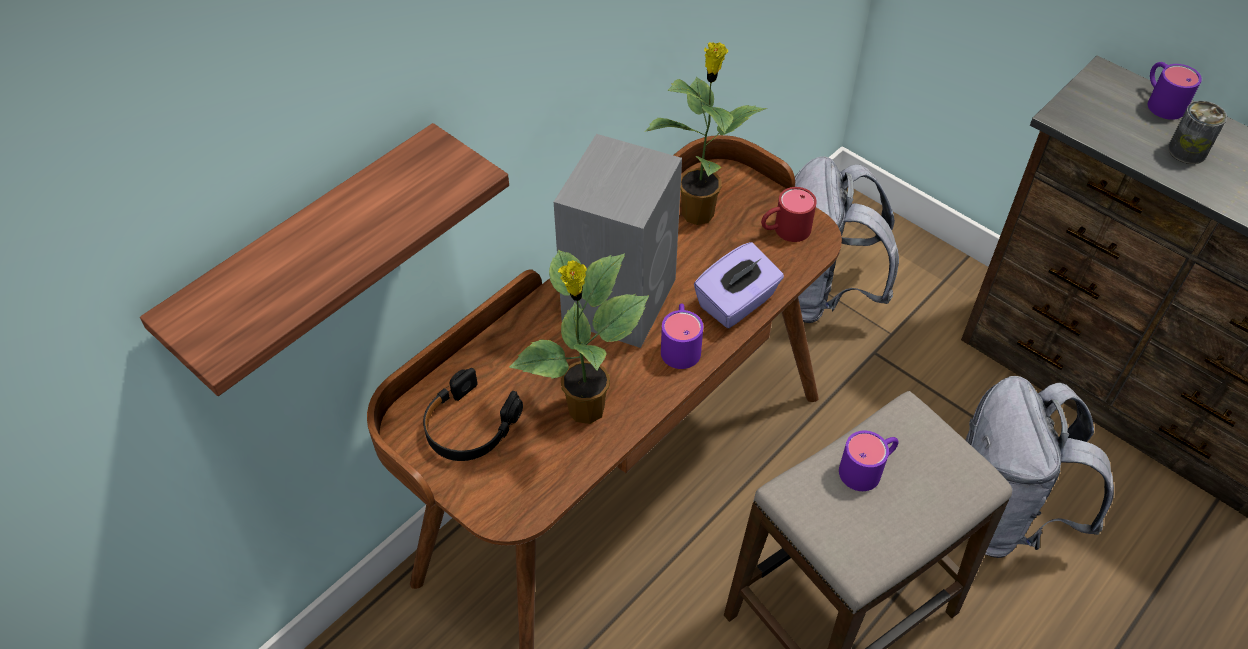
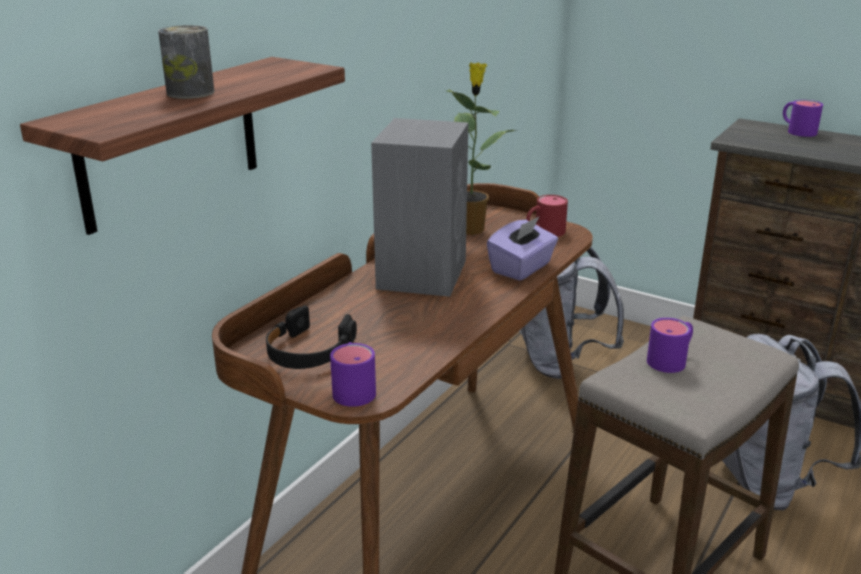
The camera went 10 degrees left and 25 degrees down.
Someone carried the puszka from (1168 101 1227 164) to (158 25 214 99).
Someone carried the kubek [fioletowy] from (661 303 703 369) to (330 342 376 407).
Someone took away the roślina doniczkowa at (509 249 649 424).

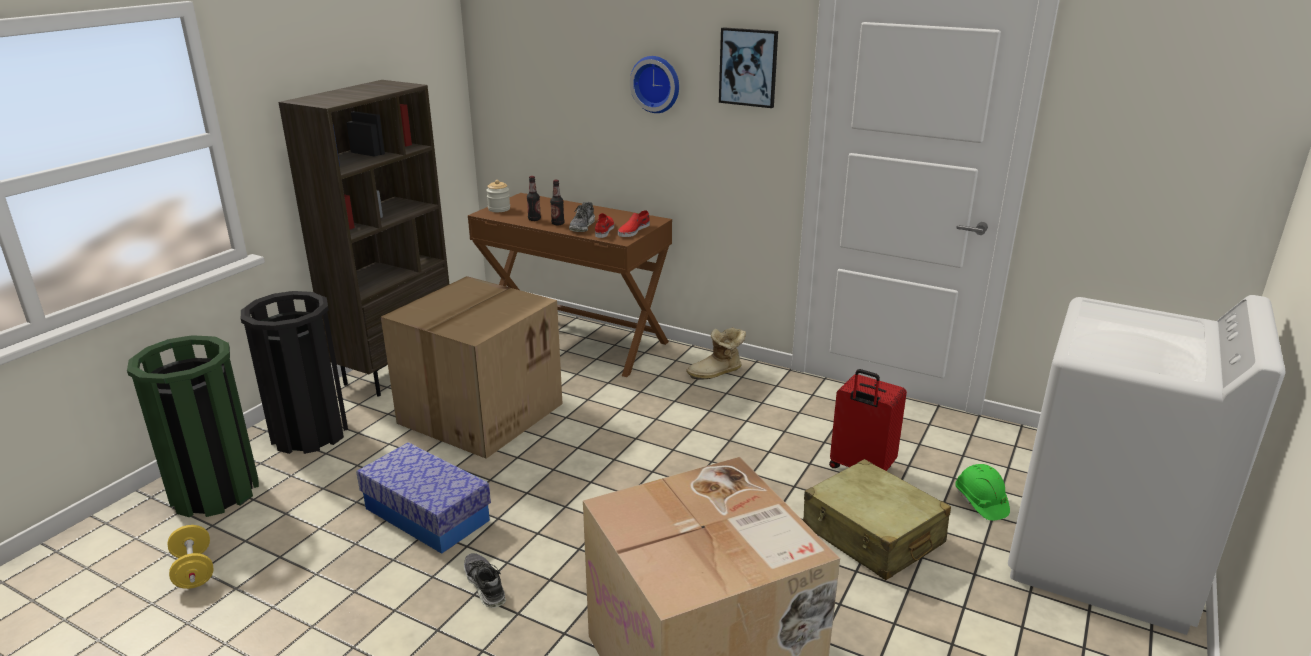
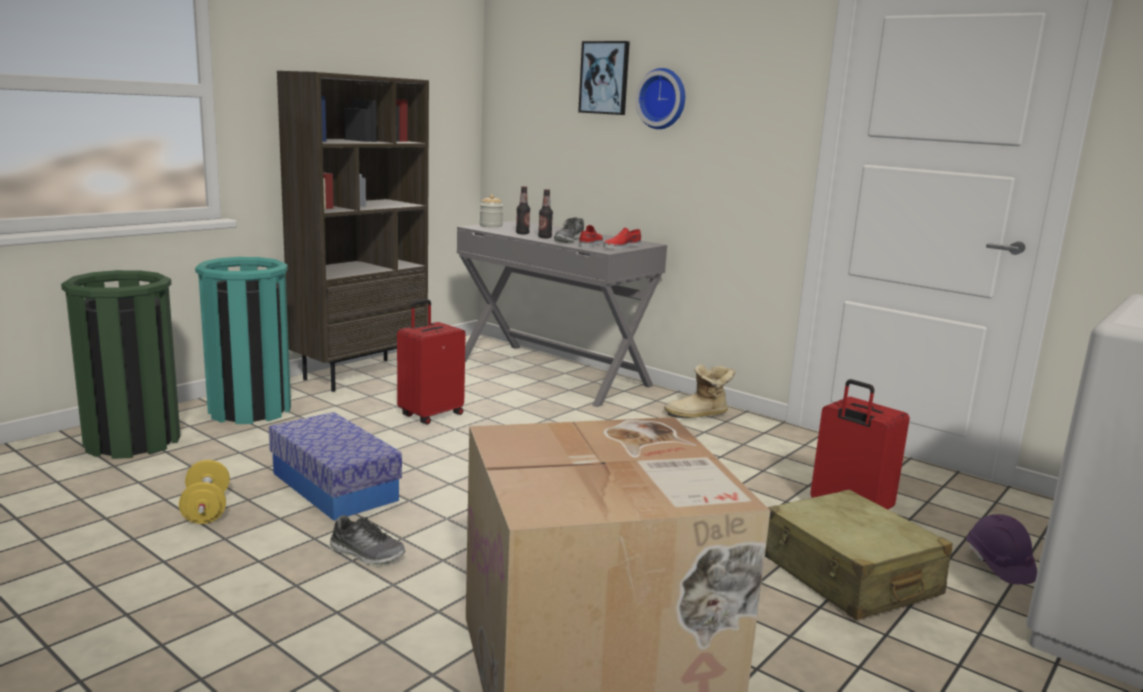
The camera went 10 degrees right and 10 degrees down.
Someone carried the hantel [żółty] from (168 525 214 589) to (179 460 230 524).
Someone repainted the kosz na śmieci [czarny] at (241 291 348 454), which became the kosz na śmieci [turkusowy] at (195 257 291 424).
Someone rotated the but at (464 553 506 608) by 135 degrees clockwise.
Someone swapped the karton at (381 276 563 459) for the walizka [czerwony] at (397 299 465 425).
Someone repainted the biurko [brązowy] at (468 193 672 377), which became the biurko [szary] at (457 221 667 407).
Someone carried the obraz from (719 27 778 108) to (578 41 630 115).
Someone repainted the kask [zielony] at (955 464 1010 521), which became the kask [fioletowy] at (966 514 1037 584).

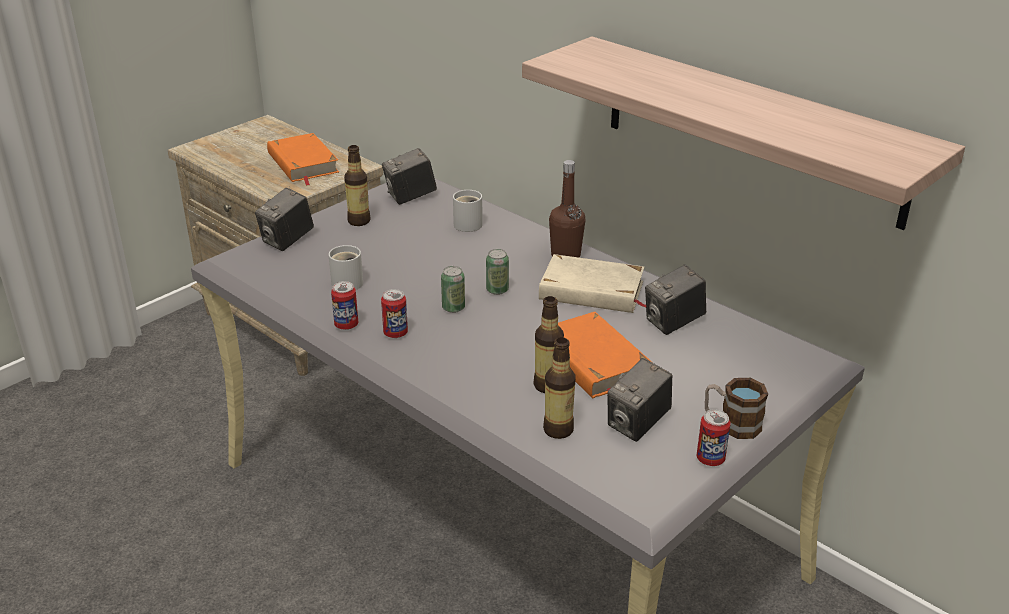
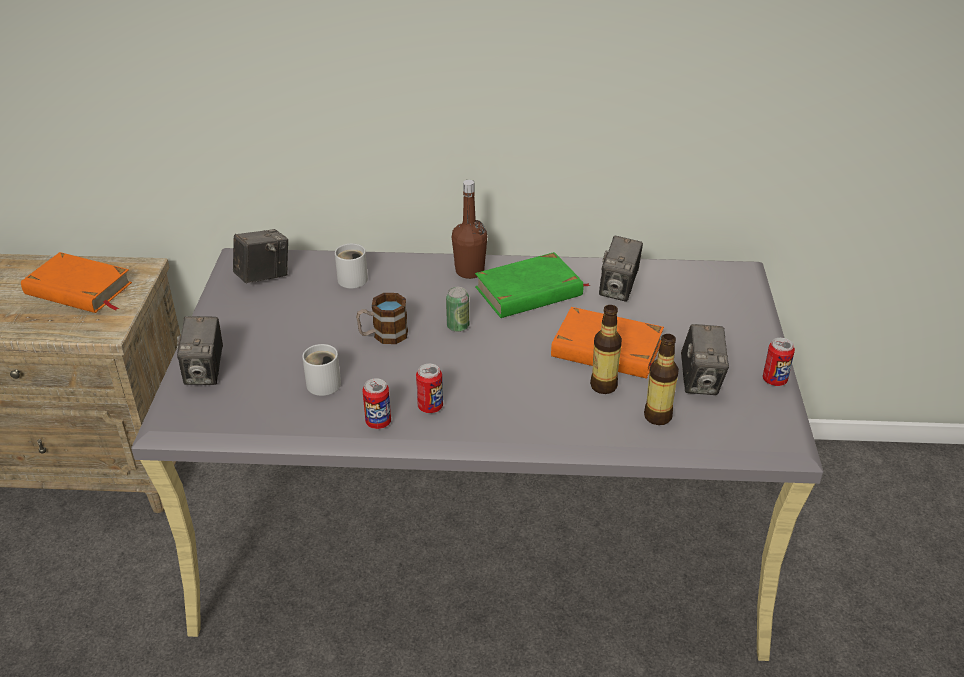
The camera went 40 degrees left and 5 degrees up.
Someone rotated the aparat fotograficzny at (382 148 437 205) by 150 degrees counterclockwise.
Someone carried the kubek from (705 378 768 439) to (356 293 408 344).
Someone repainted the książka [beżowy] at (539 254 646 313), which became the książka [zielony] at (475 252 590 318).
Someone took away the butelka at (344 145 371 226).
Someone took away the puszka at (441 266 465 313).
Someone took away the półka at (522 36 965 230).

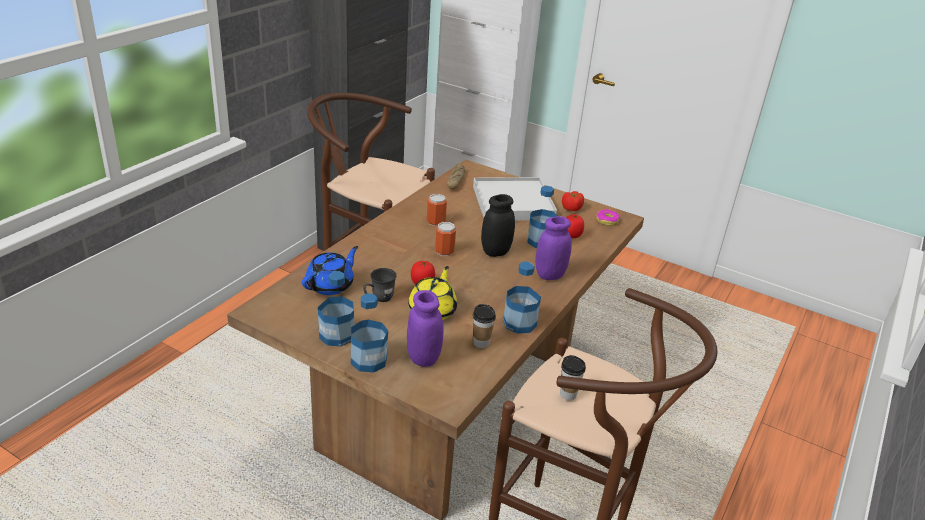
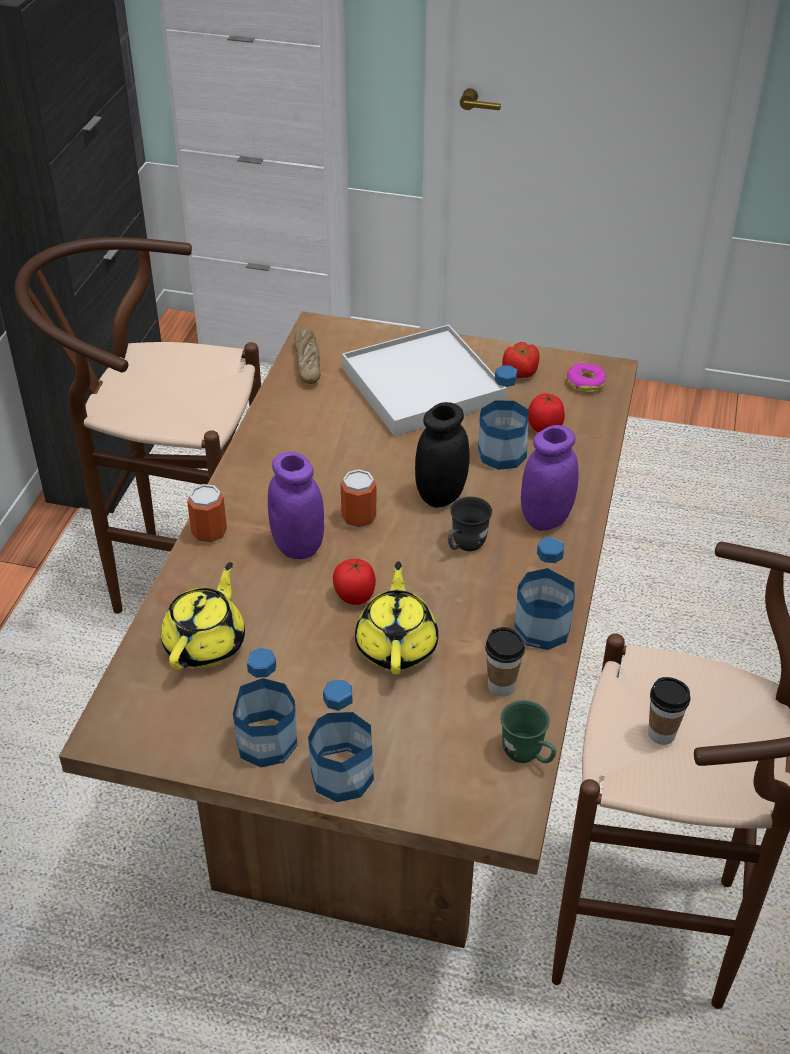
The camera went 15 degrees left and 10 degrees up.
Someone repainted the imbryk [niebieski] at (302 246 358 295), which became the imbryk [żółty] at (161 562 245 670).
Someone carried the puszka from (427 194 447 226) to (187 484 227 543).
Someone carried the słoik [fioletowy] from (407 290 444 367) to (268 452 324 559).
Someone carried the kubek [szary] from (363 268 397 302) to (448 497 492 551).
Someone put down the kubek [zielony] at (500 700 556 763).

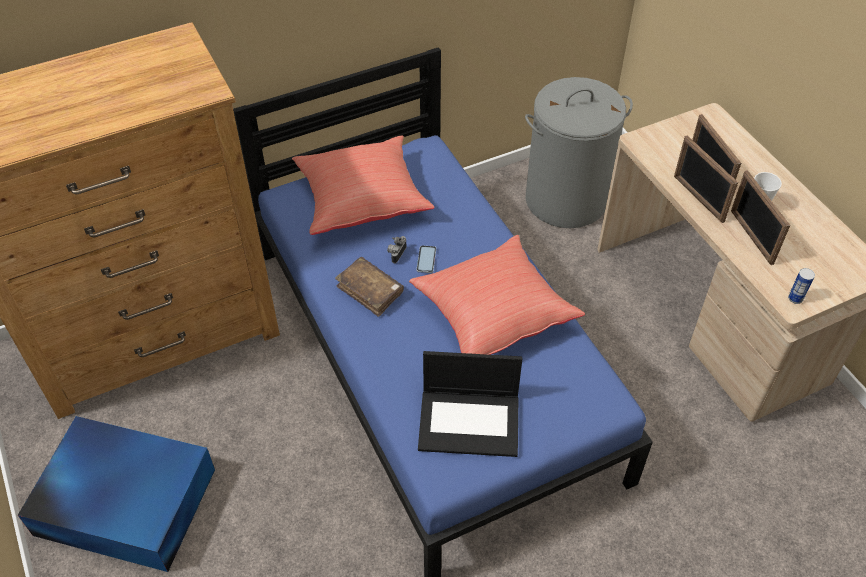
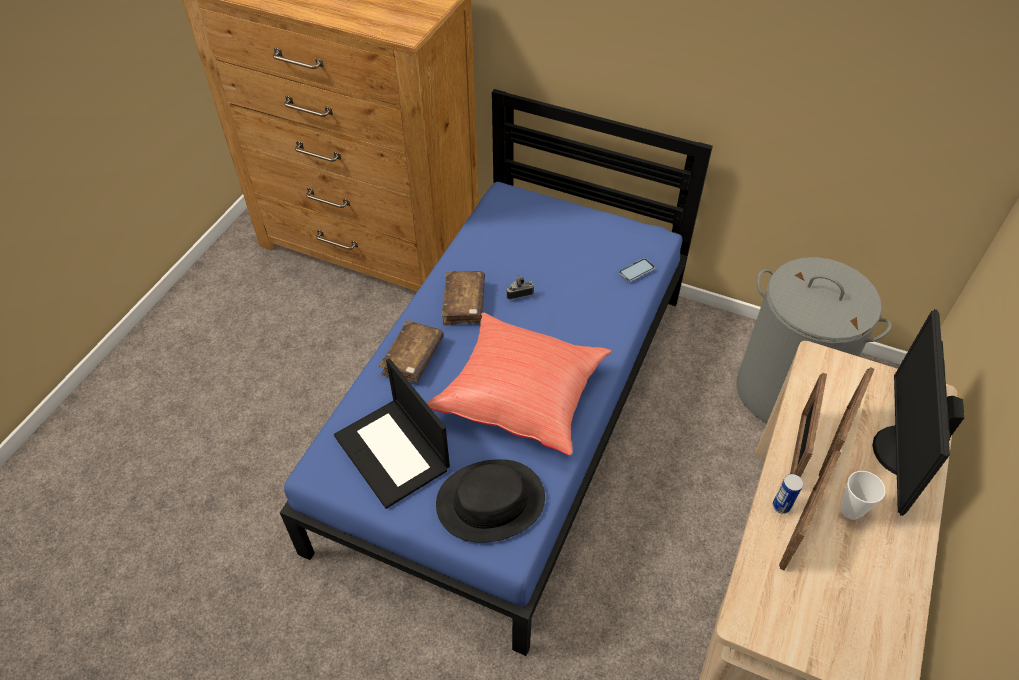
The camera went 50 degrees right and 0 degrees up.
Someone put down the książka [brązowy] at (379 320 444 383).
Someone put down the kapelusz [czarny] at (436 459 545 543).
Someone carried the telefon from (416 245 436 273) to (619 258 655 282).
Someone carried the puszka from (788 268 815 304) to (773 474 803 514).
Someone put down the monitor at (872 309 965 516).
Someone took away the pojemnik do przechowywania [niebieski] at (18 416 215 572).
Someone took away the poduszka [czerwony] at (292 135 435 235).

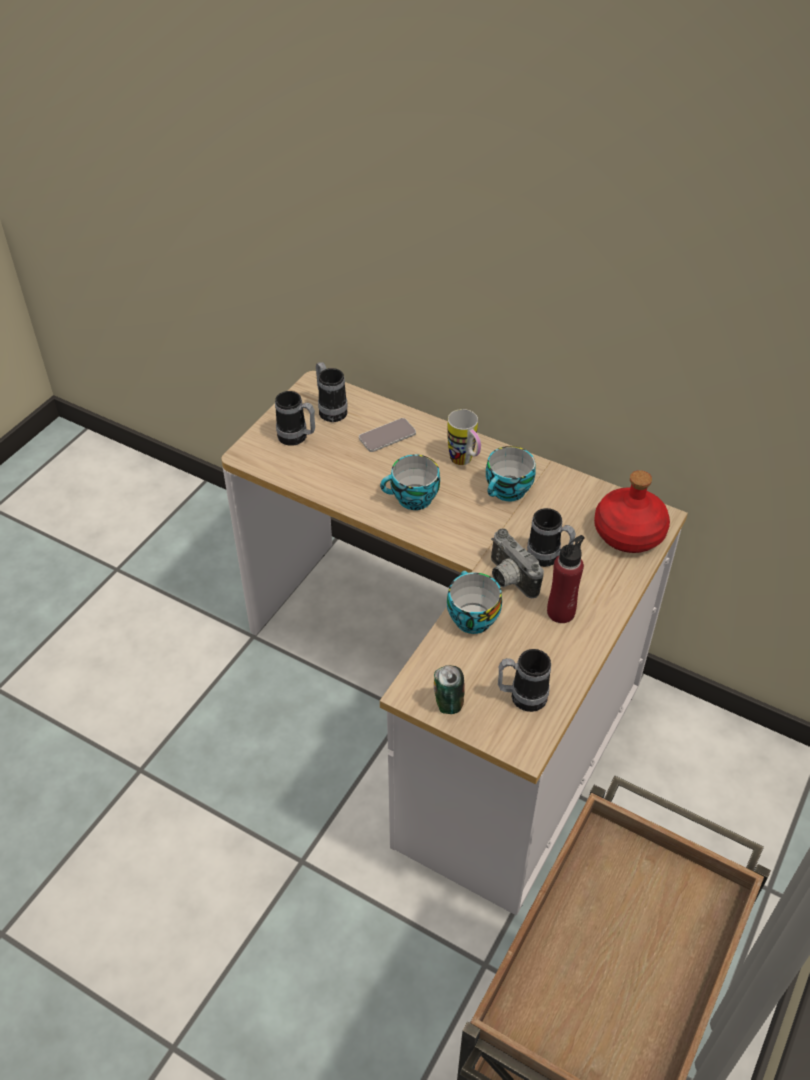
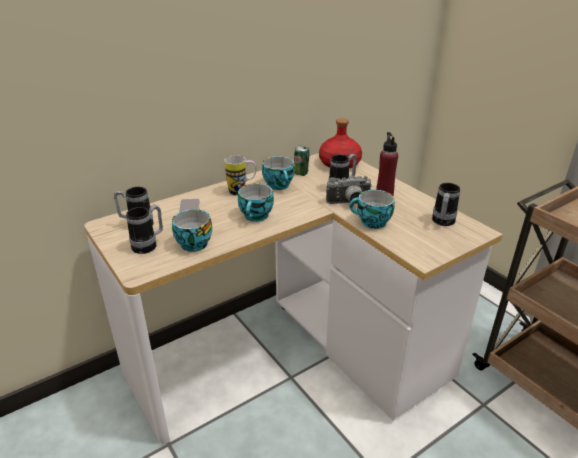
The camera went 65 degrees left and 15 degrees down.
Someone put down the filiżanka at (172 209 212 252).
Someone carried the puszka from (434 665 465 714) to (294 146 309 176).

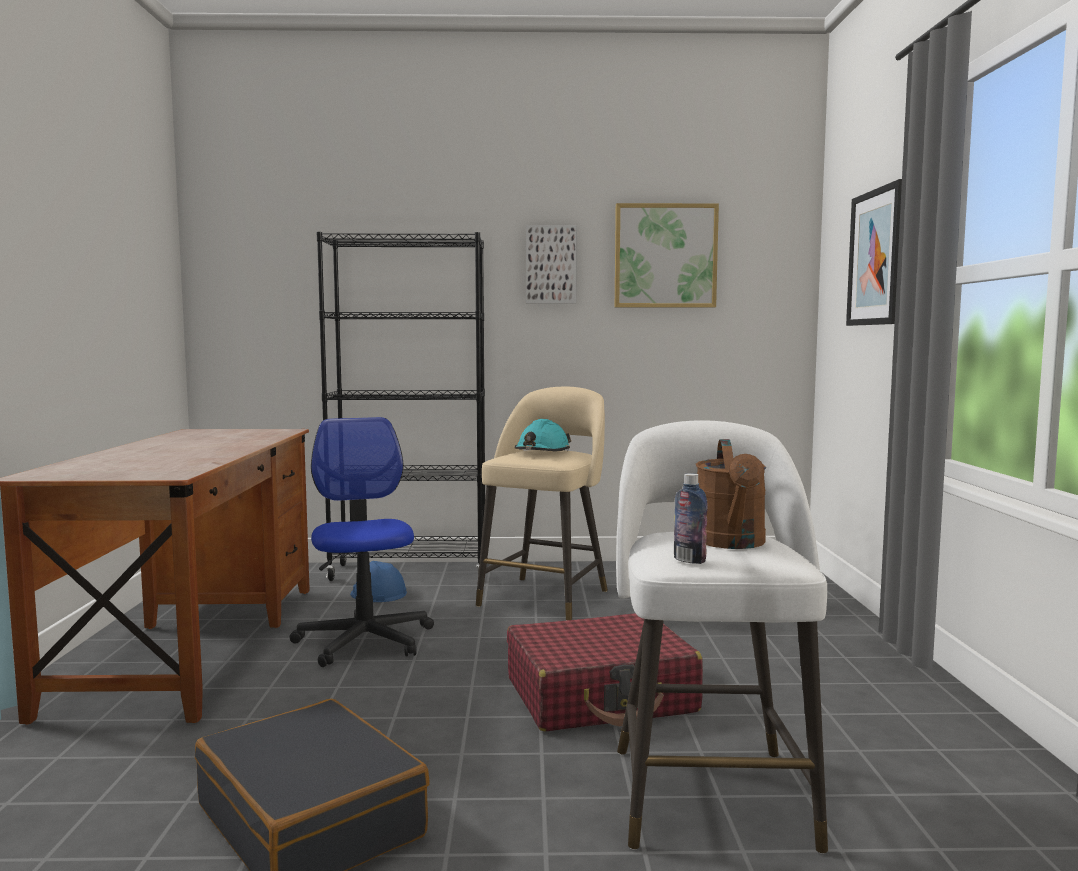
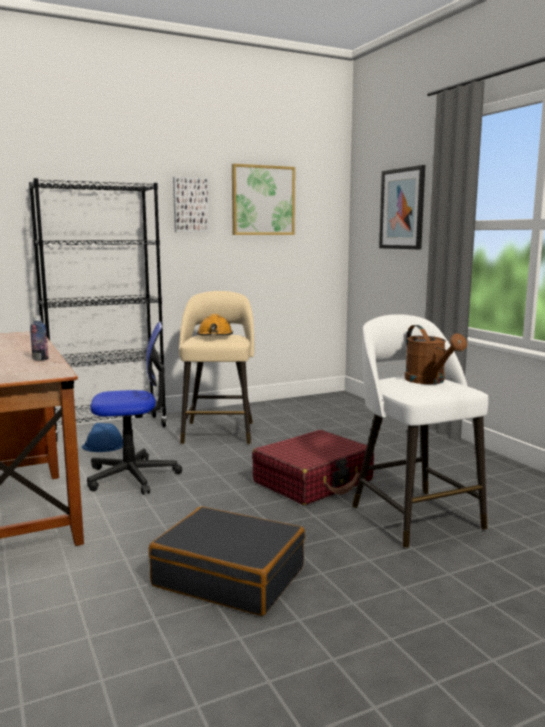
The camera went 25 degrees left and 5 degrees up.
Someone carried the butelka from (674 473 707 564) to (30 316 48 360).
Someone rotated the krzesło biurowe at (289 417 434 667) by 120 degrees clockwise.
Someone repainted the kask [turkusowy] at (515 419 571 452), which became the kask [pomarańczowy] at (197 314 233 336).

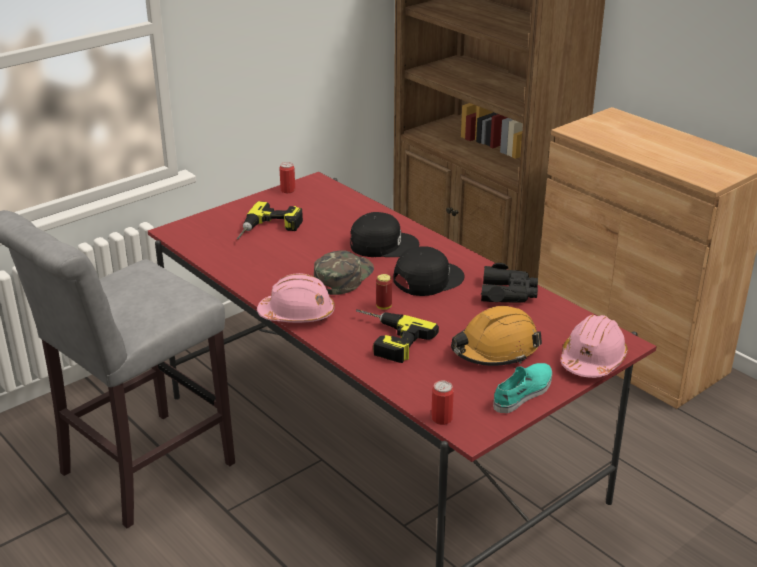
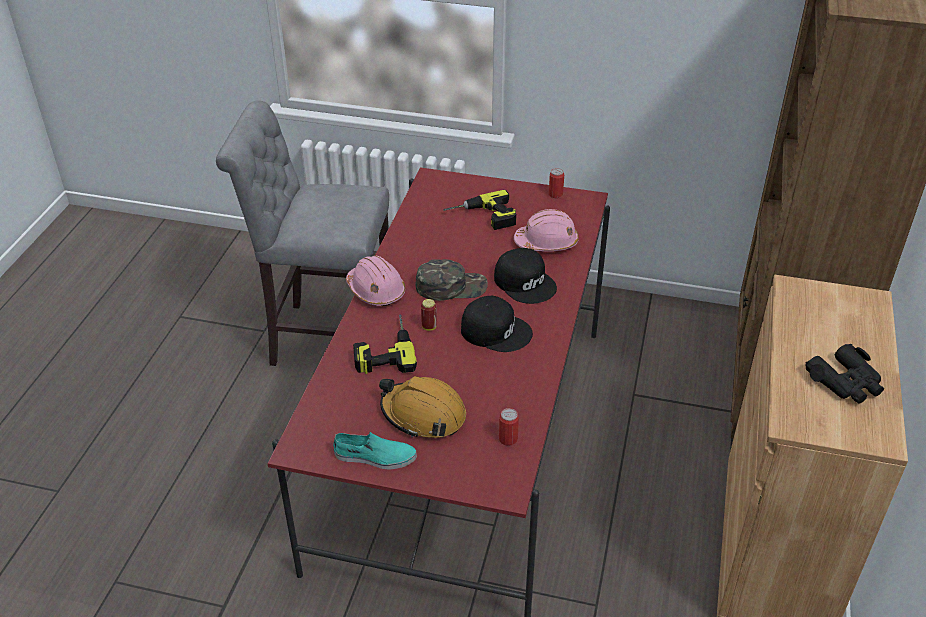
The camera went 55 degrees right and 10 degrees up.
Someone carried the puszka from (431 380 454 425) to (499 408 519 446).
Someone carried the kask [różowy] from (561 315 628 378) to (514 209 579 252).
Someone carried the lornetka [czarny] from (481 263 538 303) to (805 344 884 404).

